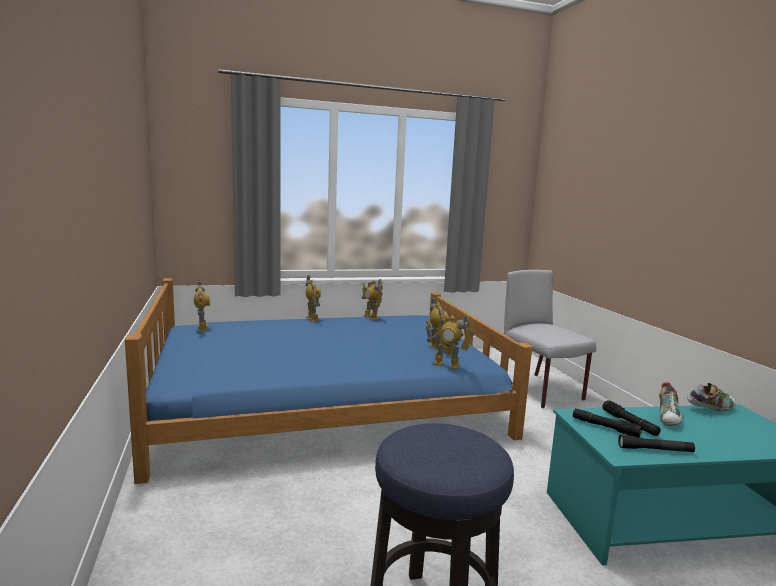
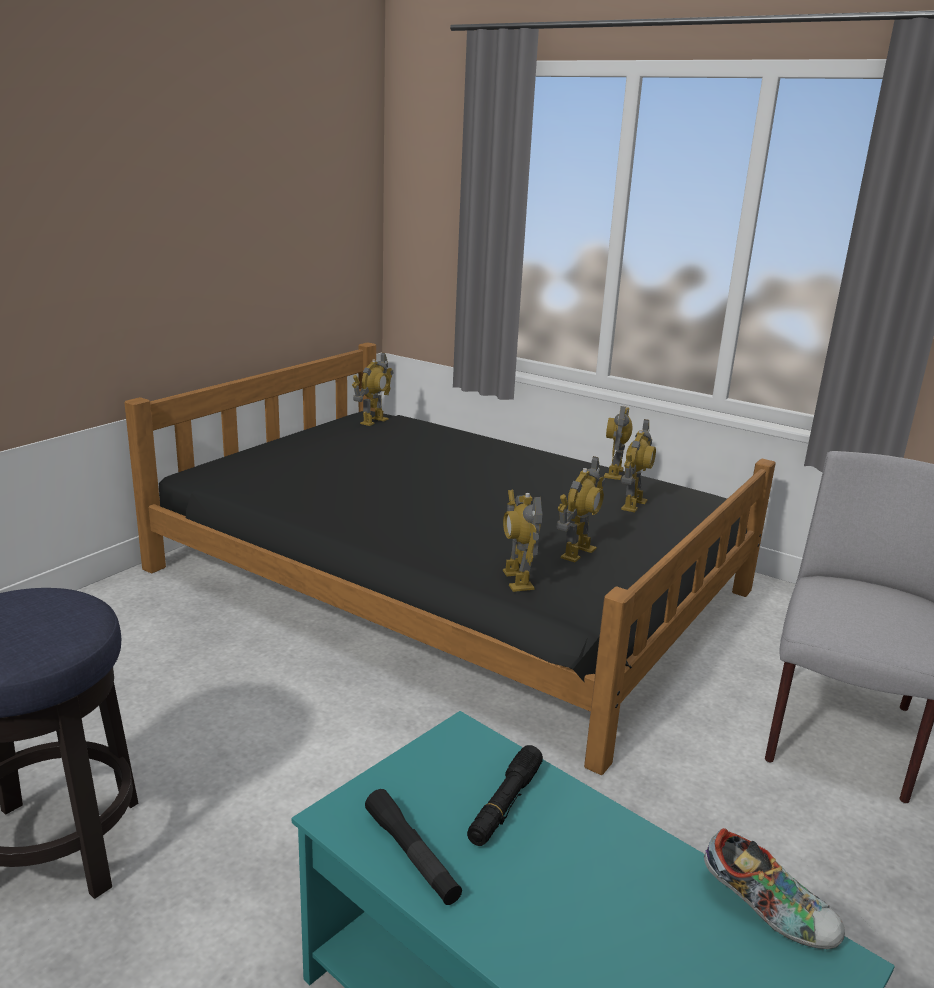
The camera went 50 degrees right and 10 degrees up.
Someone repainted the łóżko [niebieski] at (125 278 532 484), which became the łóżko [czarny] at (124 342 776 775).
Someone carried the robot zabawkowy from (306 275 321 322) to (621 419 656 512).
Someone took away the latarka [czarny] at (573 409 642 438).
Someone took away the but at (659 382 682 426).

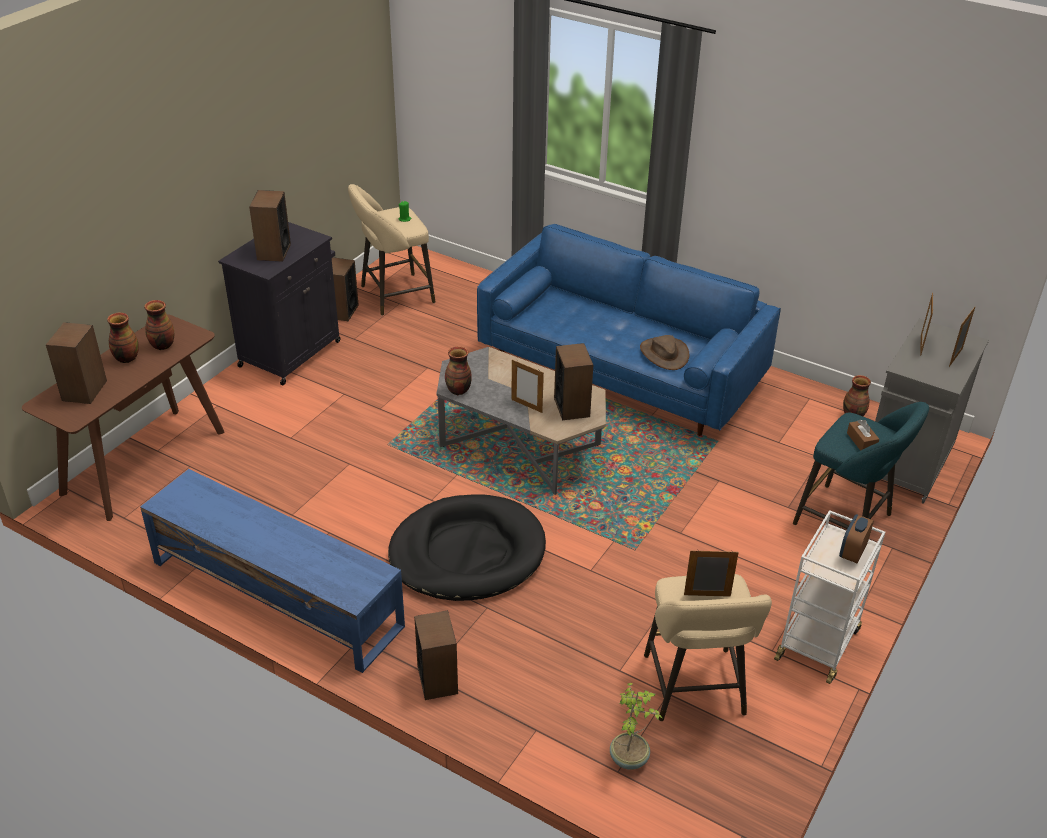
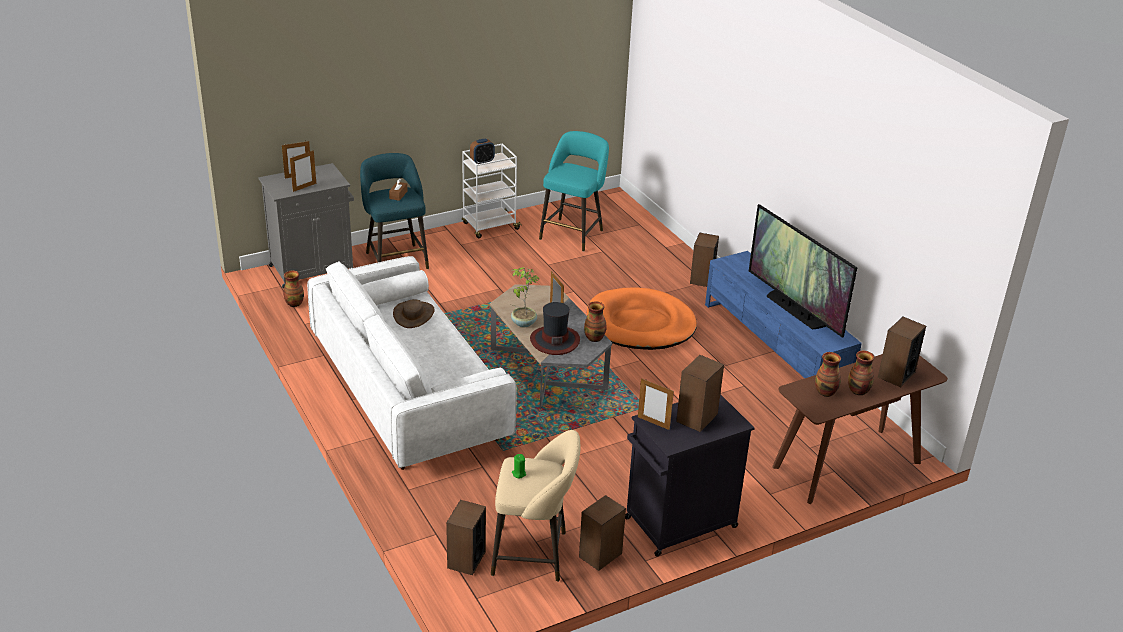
The camera went 150 degrees left and 5 degrees down.
Someone repainted the kanapa [niebieski] at (477 224 781 436), which became the kanapa [biały] at (307 256 517 470).
Someone carried the głośnik from (554 343 593 420) to (446 500 486 575).
Someone carried the roślina doniczkowa from (610 683 663 770) to (511 267 540 327).
Someone put down the kapelusz at (530 302 580 355).
Someone repainted the stołek [beżowy] at (644 574 772 721), which became the stołek [turkusowy] at (539 131 609 251).
Someone repainted the legowisko [czarny] at (388 494 546 601), which became the legowisko [pomarańczowy] at (587 287 697 350).
Someone carried the ramka na zdjęcie from (684 550 739 597) to (638 378 674 430).
Someone put down the telewizor at (749 204 857 338).

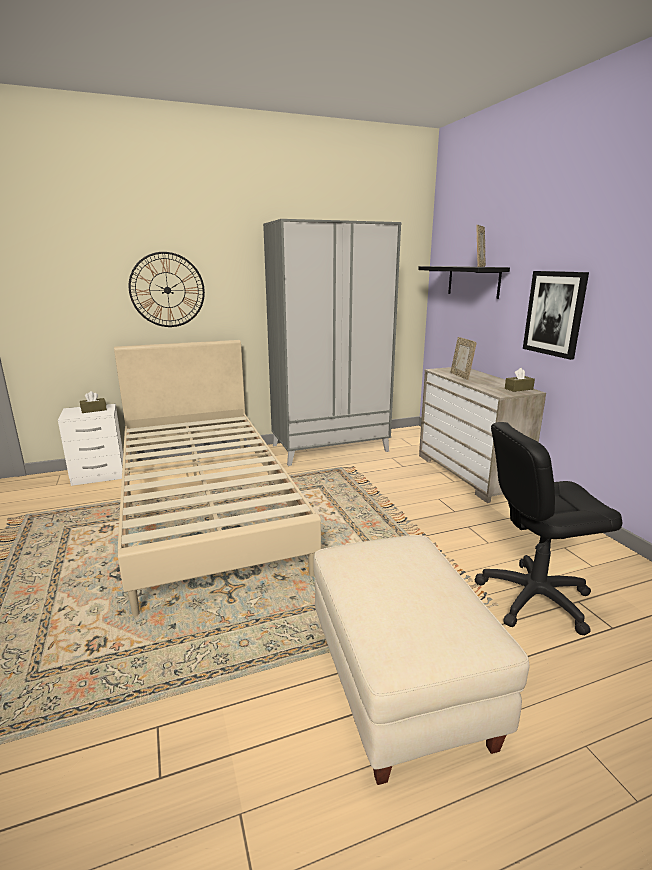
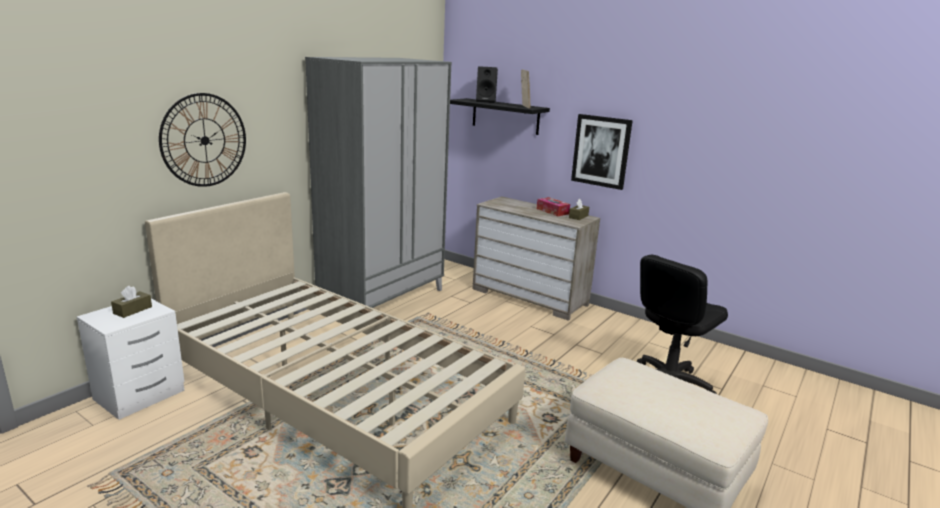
The camera went 35 degrees left and 0 degrees up.
Someone put down the głośnik [czarny] at (476 66 498 103).
Someone put down the pudełko chusteczek at (537 197 570 216).
Someone took away the ramka na zdjęcie at (451 337 477 380).

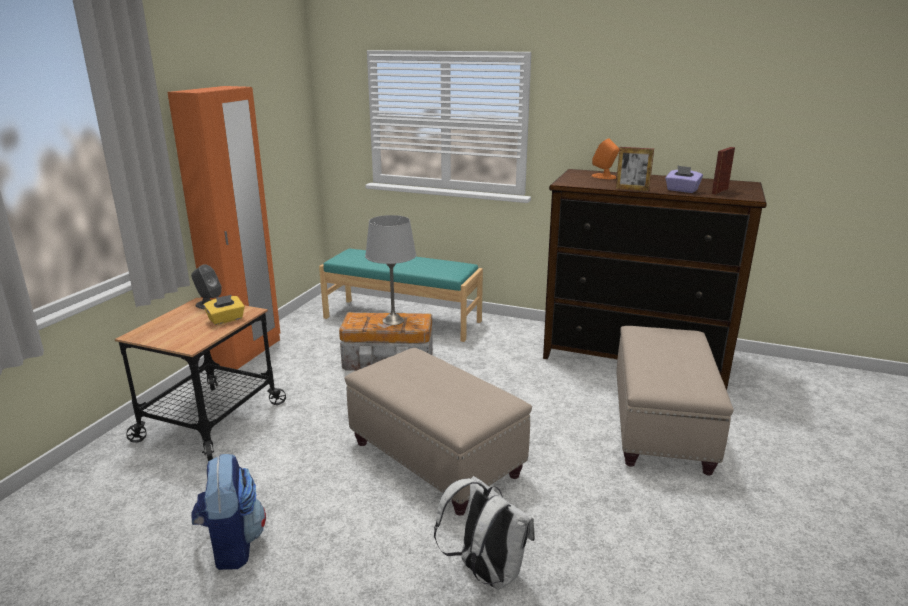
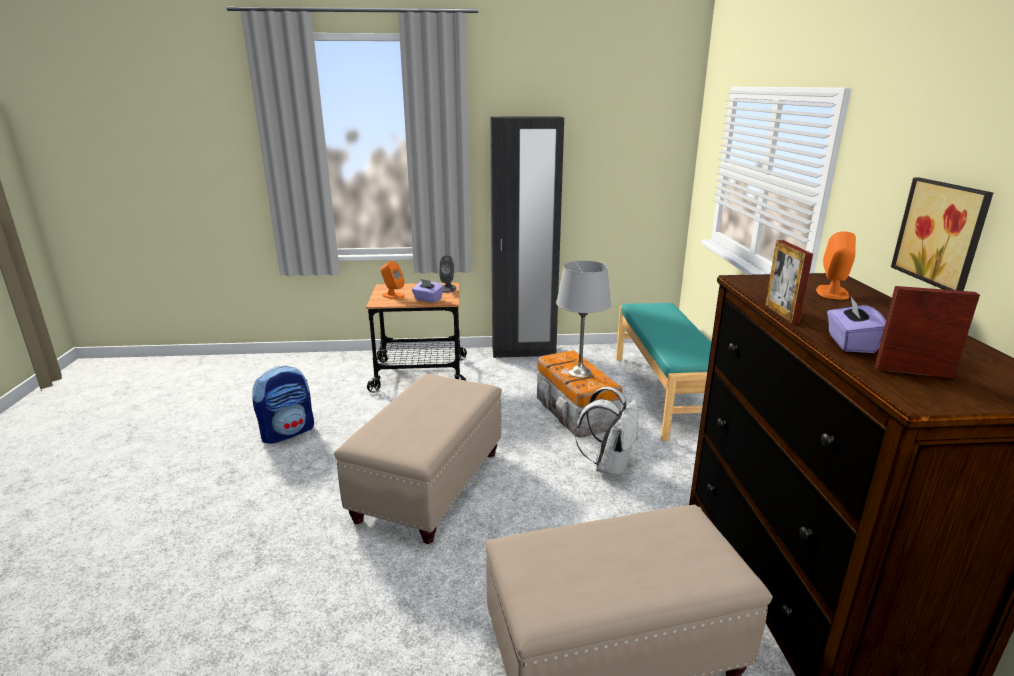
The camera went 65 degrees right and 0 degrees up.
Someone put down the głośnik [pomarańczowy] at (381 261 405 299).
Someone repainted the pudełko chusteczek [żółty] at (203 295 245 325), which became the pudełko chusteczek [fioletowy] at (412 279 444 303).
Someone repainted the szafa [pomarańczowy] at (167 86 280 370), which became the szafa [czarny] at (490 116 564 358).
Someone carried the plecak [biały] from (434 476 535 590) to (575 387 639 477).
Someone put up the obraz at (891 177 993 291).

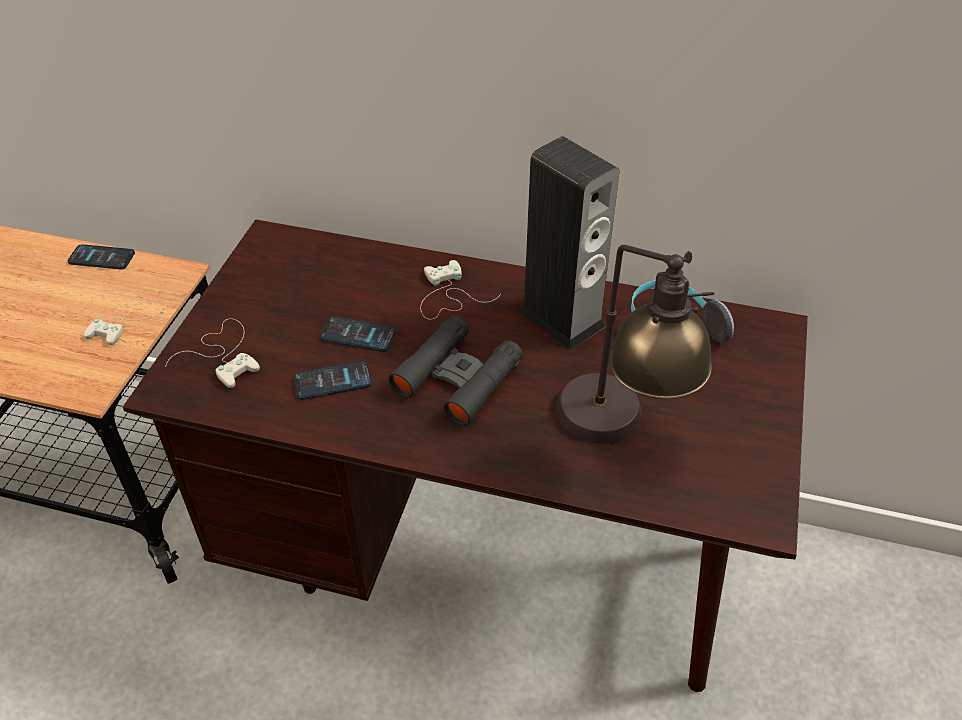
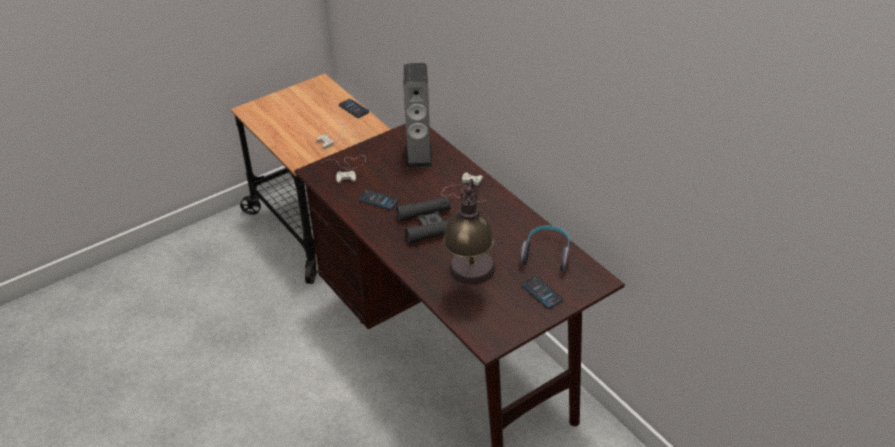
The camera went 40 degrees right and 5 degrees down.
Someone carried the głośnik from (518 136 620 350) to (403 63 433 168).
Someone carried the telefon from (320 316 397 352) to (521 276 563 309).

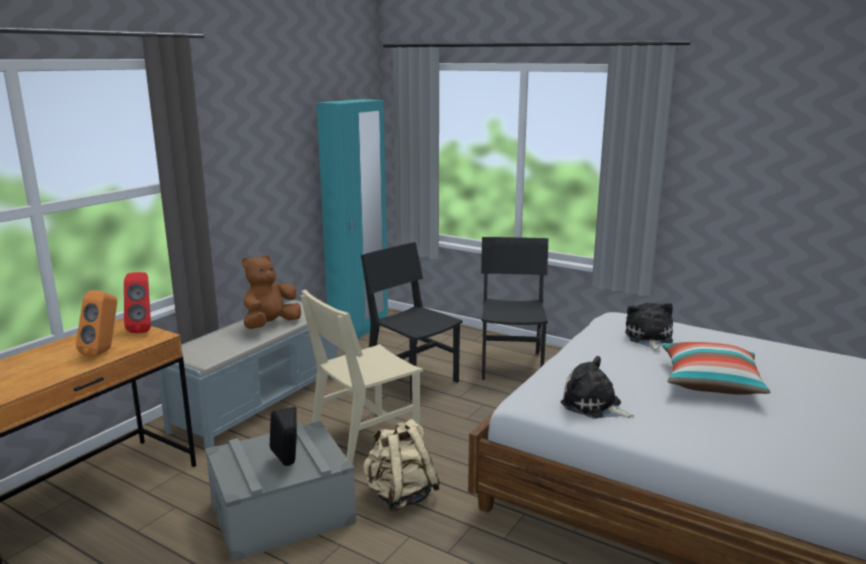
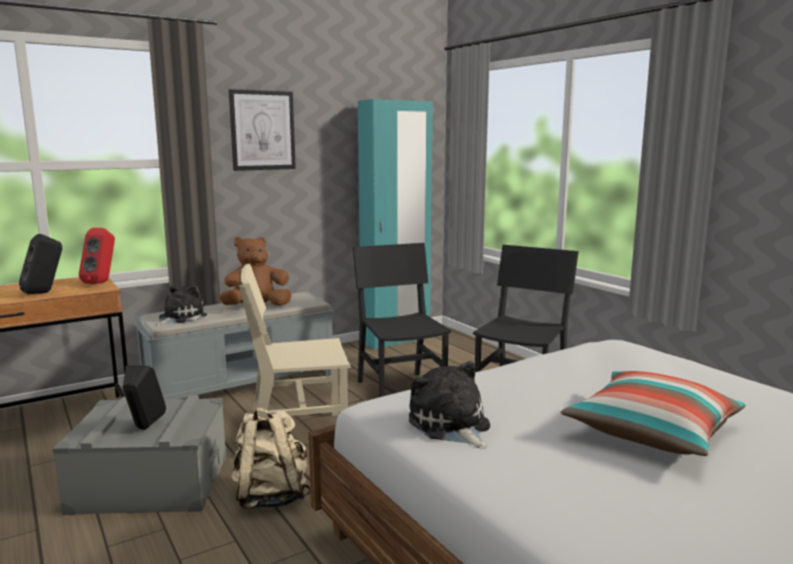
The camera went 25 degrees right and 5 degrees down.
Someone repainted the głośnik [pomarańczowy] at (76 290 117 357), which became the głośnik [czarny] at (19 234 62 294).
Someone carried the pluszak from (625 303 673 352) to (155 285 207 326).
Someone put up the obraz at (229 89 296 171).

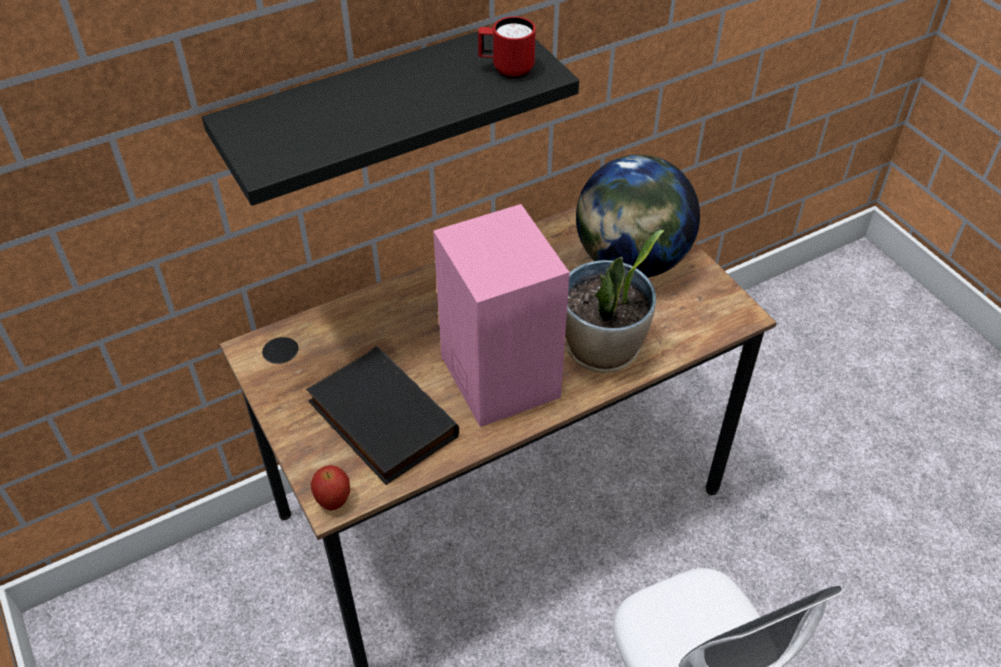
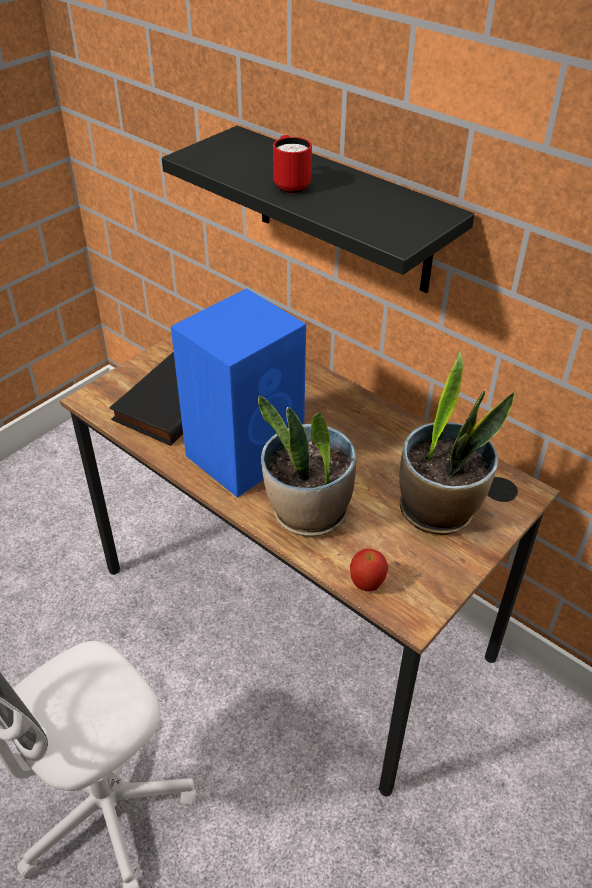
The camera went 70 degrees right and 5 degrees down.
Someone repainted the głośnik [różowy] at (433 204 570 427), which became the głośnik [niebieski] at (171 288 306 498).
Someone carried the kubek [czerwony] from (478 16 536 79) to (273 135 312 194).
Someone carried the jabłko from (311 465 350 511) to (350 549 388 592).
Someone swapped the globus at (576 155 700 277) for the roślina doniczkowa at (399 351 515 535).

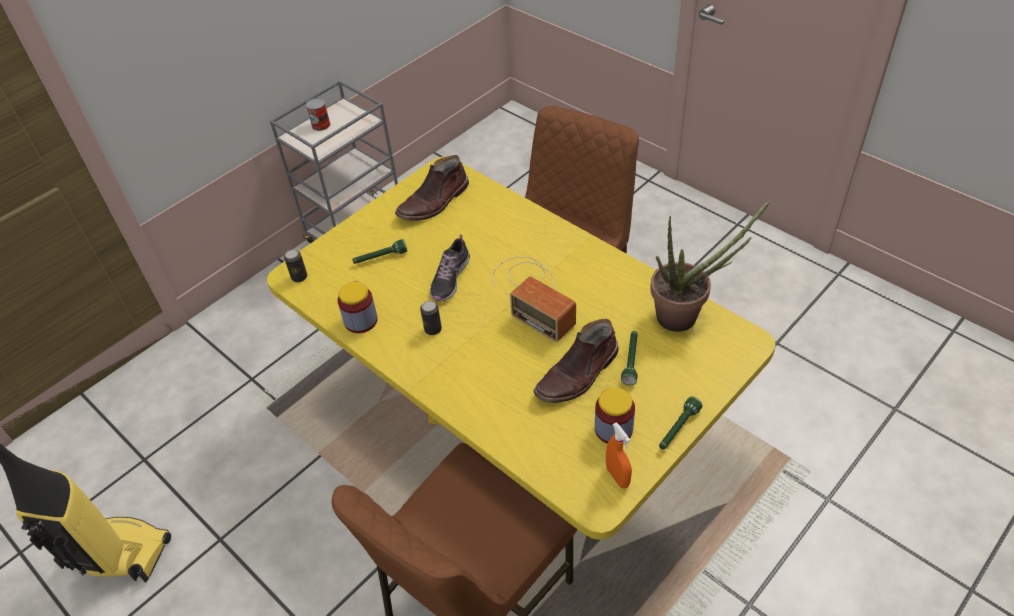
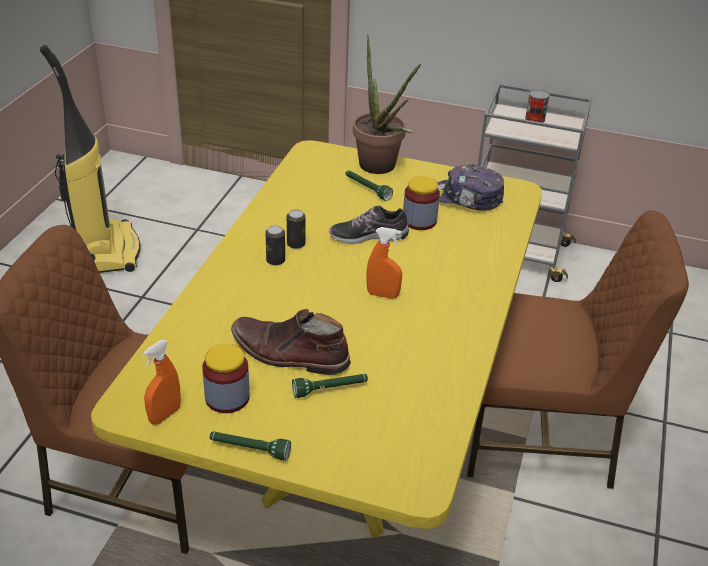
The camera went 60 degrees right and 10 degrees down.
Someone carried the puszka from (284 249 307 282) to (266 225 285 266).
Someone carried the roślina doniczkowa from (650 199 771 332) to (353 34 421 174).
Someone swapped the radio at (491 257 576 342) for the spryskiwacz [pomarańczowy] at (366 227 402 299).
Someone carried the słoik from (338 281 378 333) to (403 176 440 230).
Someone swapped the but z cholewką [brązowy] at (395 155 469 221) for the czapka z daszkiem at (437 164 504 211).

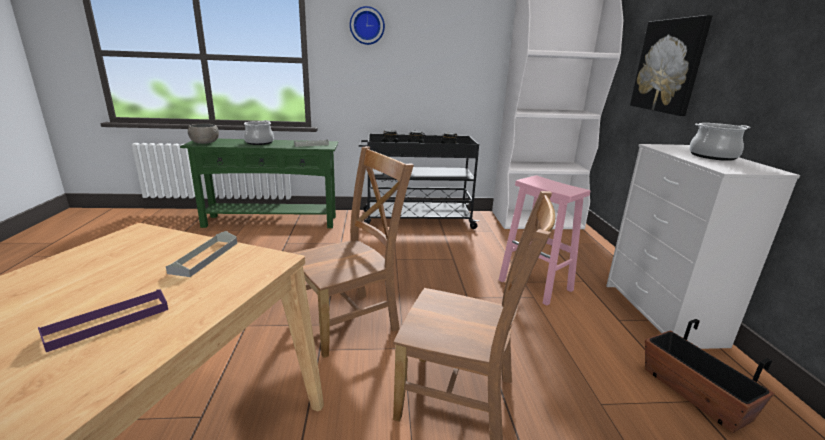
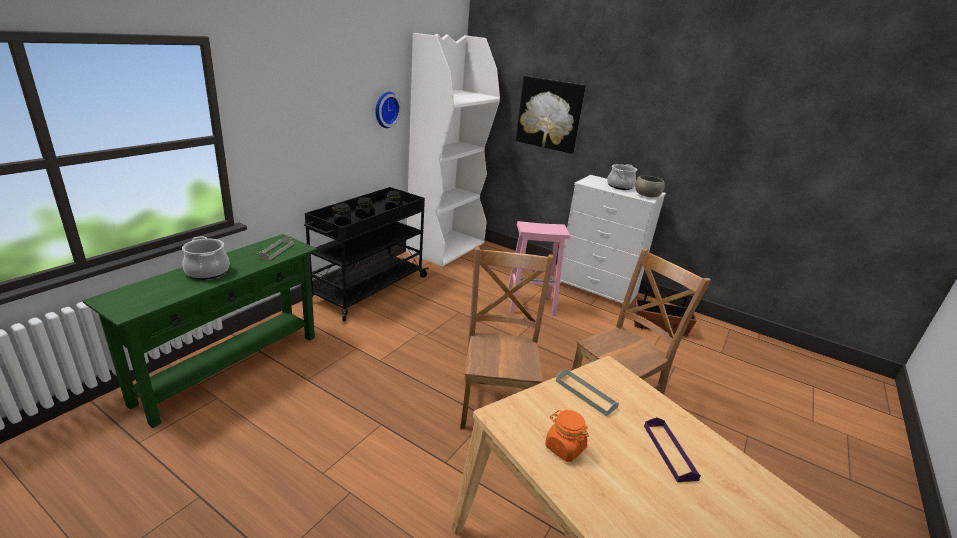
The camera went 55 degrees left and 5 degrees up.
Someone carried the zegar ścienny from (350 6 385 45) to (375 92 401 128).
Someone put down the słoik [pomarańczowy] at (545 410 589 462).
Someone carried the miska [szary] from (188 123 219 144) to (635 176 665 197).

